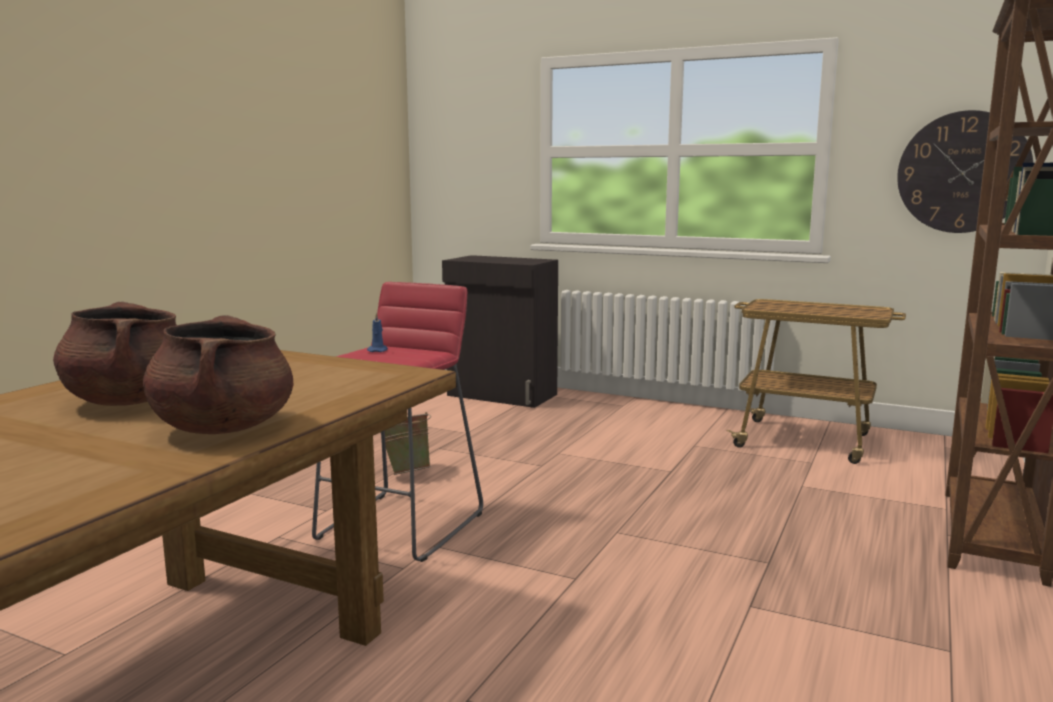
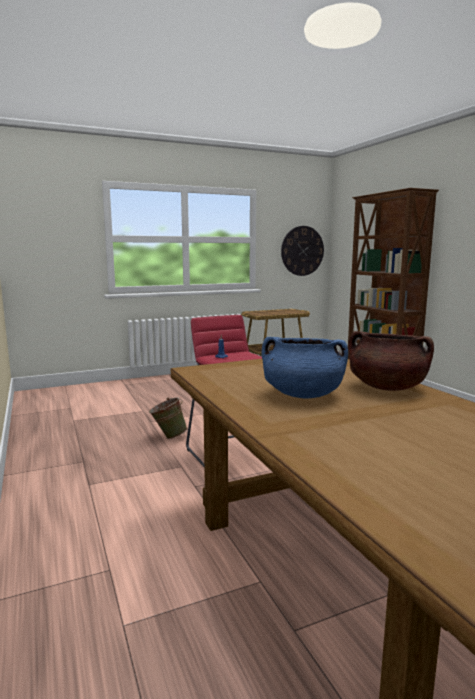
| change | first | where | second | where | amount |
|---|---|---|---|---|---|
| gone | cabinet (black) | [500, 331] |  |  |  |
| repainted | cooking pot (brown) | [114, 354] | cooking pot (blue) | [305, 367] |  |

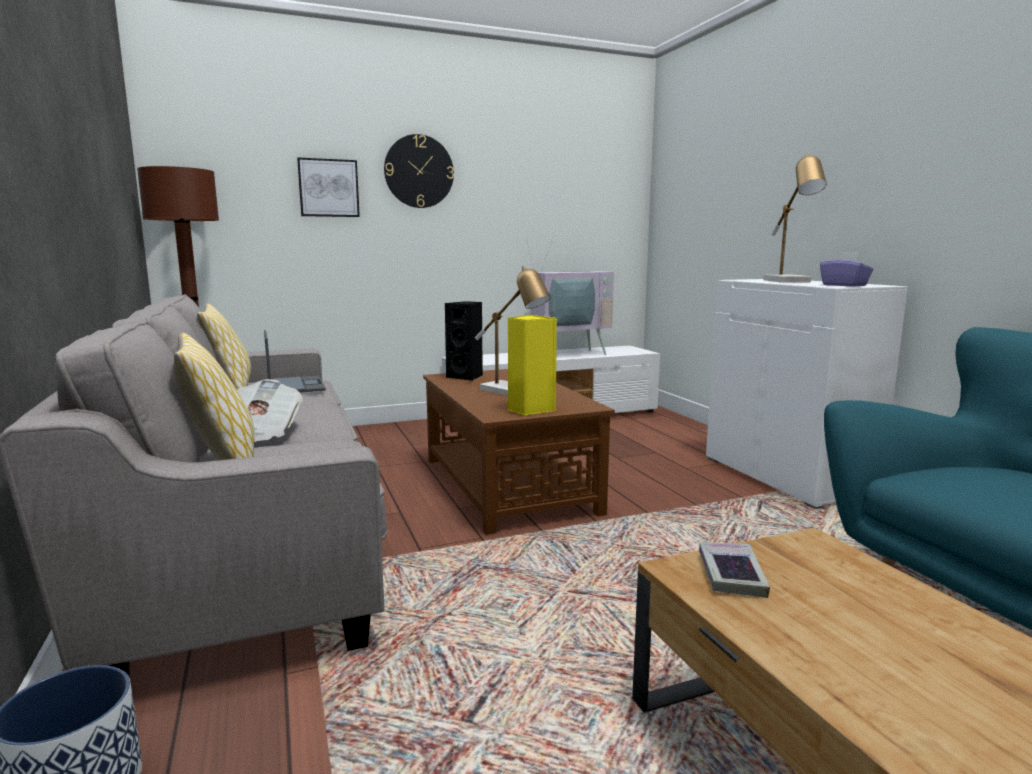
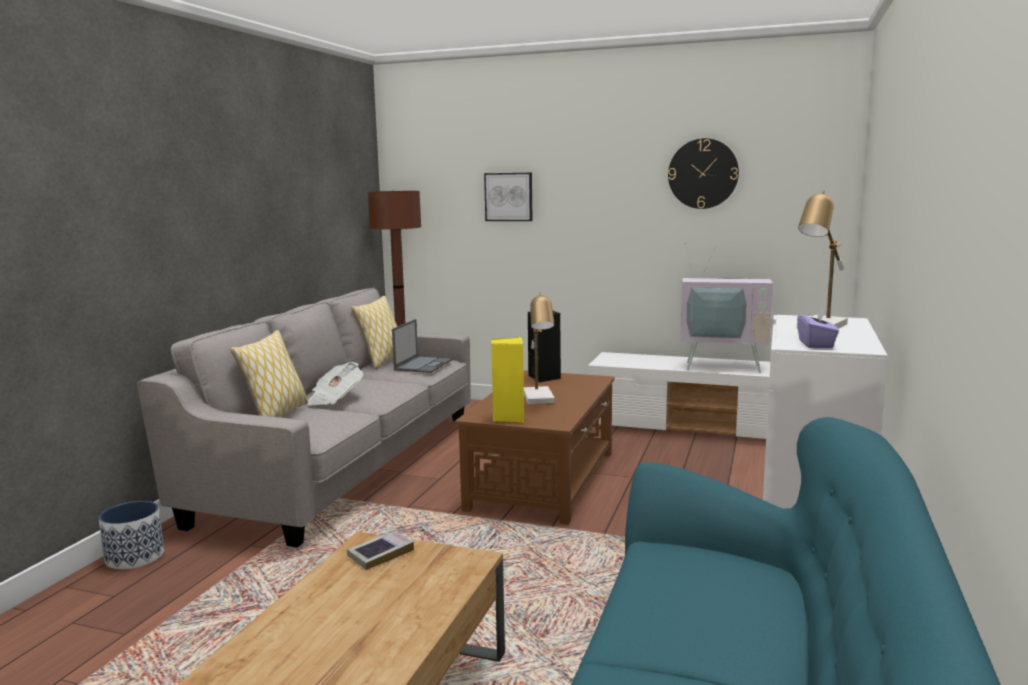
| change | first | where | second | where | amount |
|---|---|---|---|---|---|
| shifted | wall clock | [419, 171] |  | [703, 173] |  |

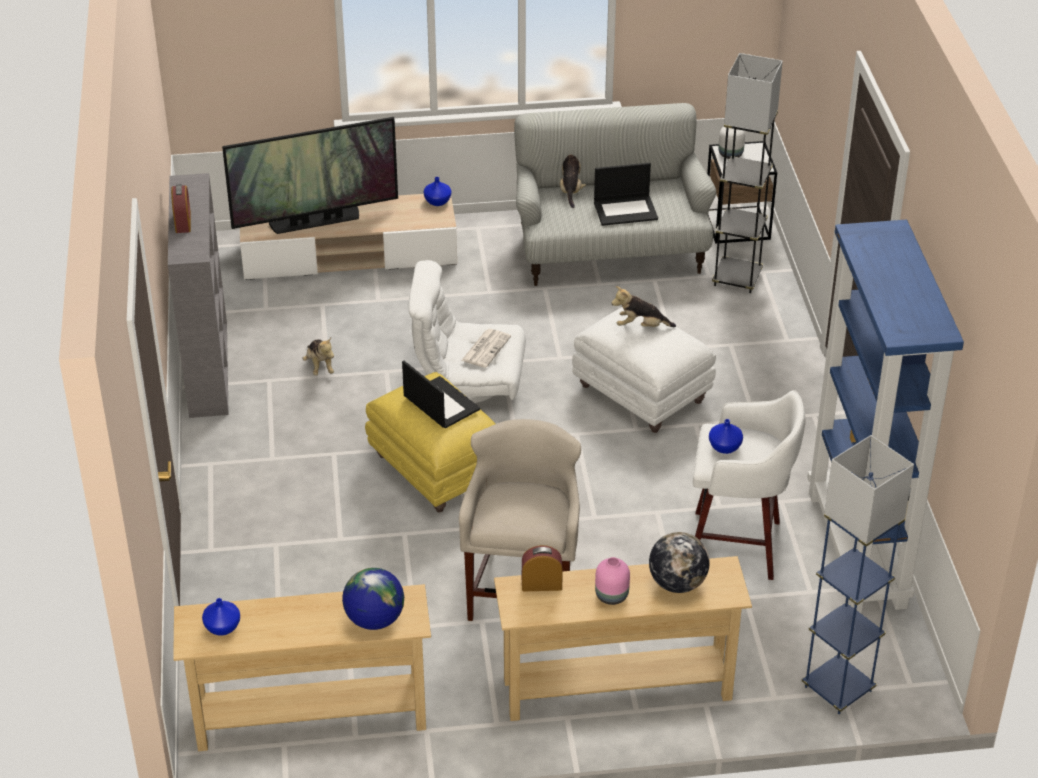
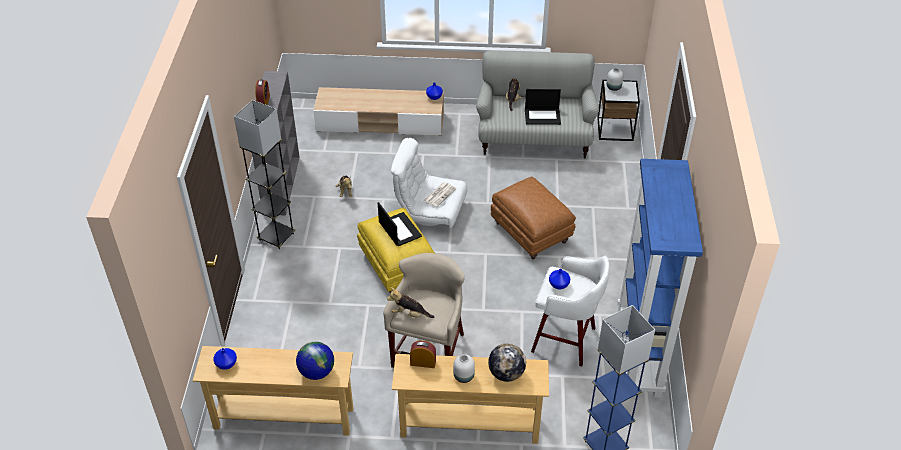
| change | first | where | second | where | amount |
|---|---|---|---|---|---|
| gone | television | [310, 175] |  |  |  |
| shifted | plush toy | [643, 306] |  | [411, 302] |  |
| shifted | floor lamp (grey) | [747, 173] |  | [264, 174] |  |
| repainted | ottoman (white) | [644, 370] | ottoman (brown) | [533, 218] |  |
| repainted | vase (pink) | [612, 581] | vase (white) | [464, 368] |  |

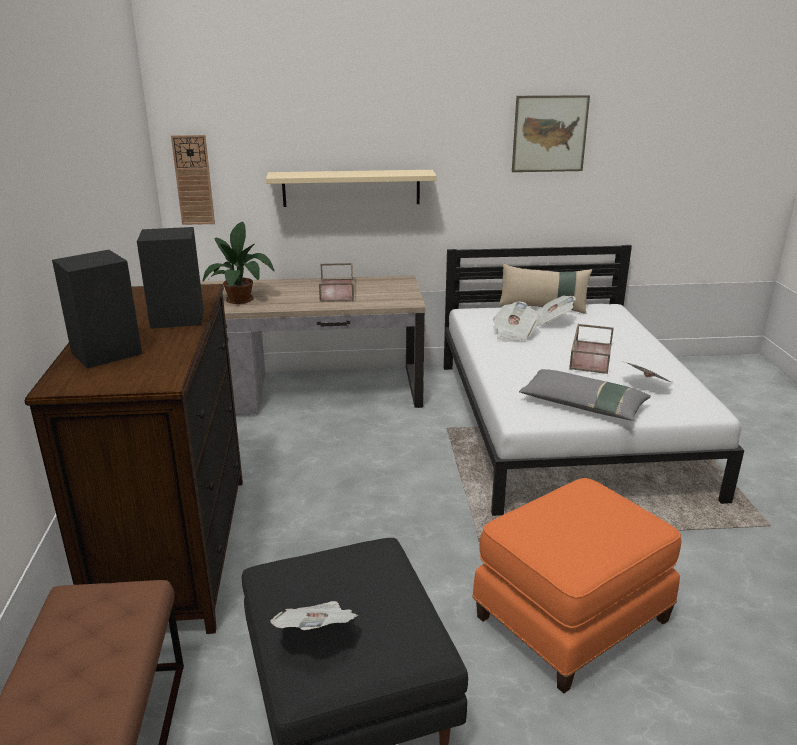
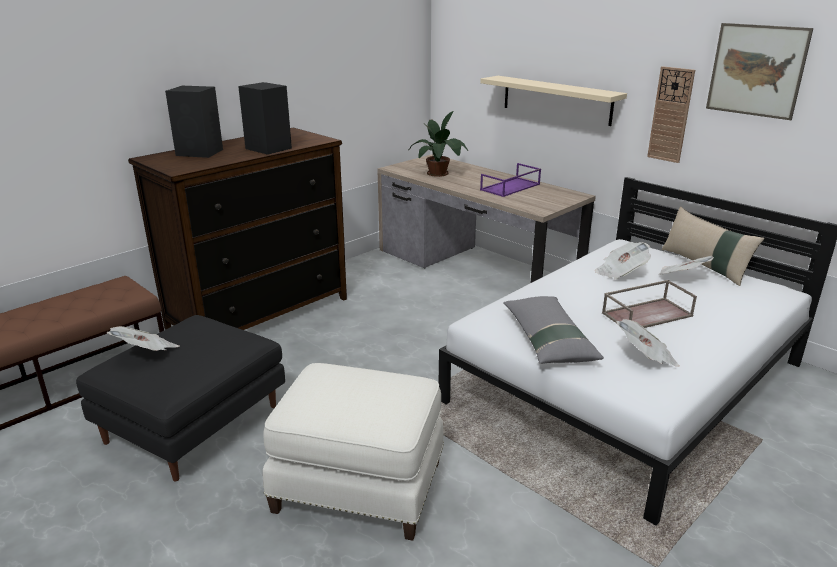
| change | first | where | second | where | amount |
|---|---|---|---|---|---|
| shifted | wall clock | [193, 180] |  | [671, 114] |  |
| repainted | tray (brown) | [336, 282] | tray (purple) | [510, 180] |  |
| repainted | ottoman (orange) | [576, 586] | ottoman (white) | [353, 452] |  |

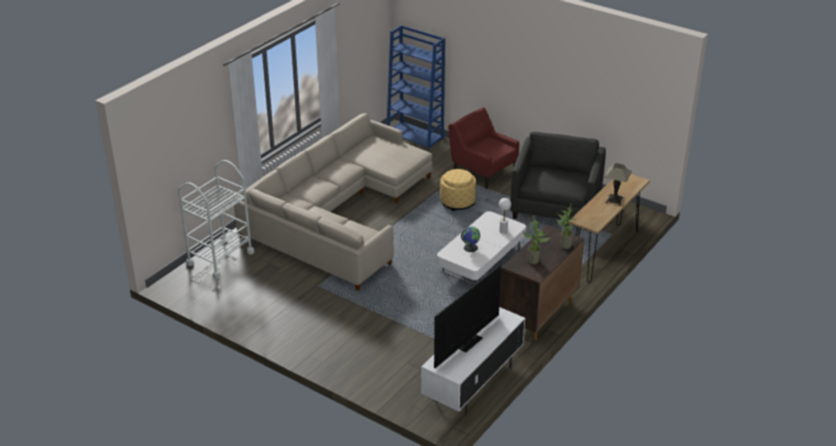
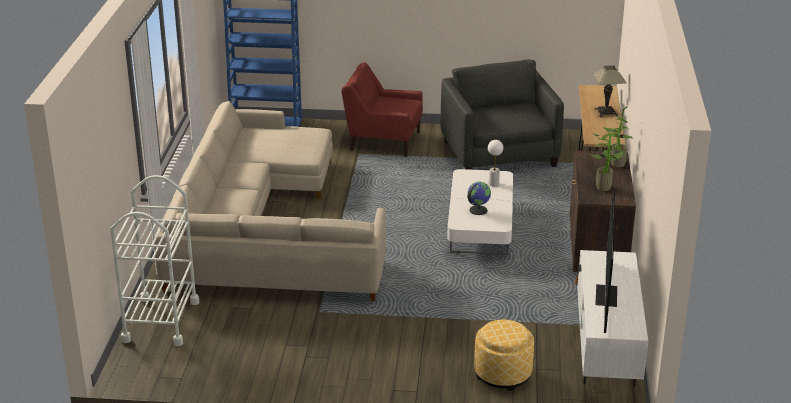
| change | first | where | second | where | amount |
|---|---|---|---|---|---|
| shifted | ottoman | [458, 190] |  | [504, 355] |  |

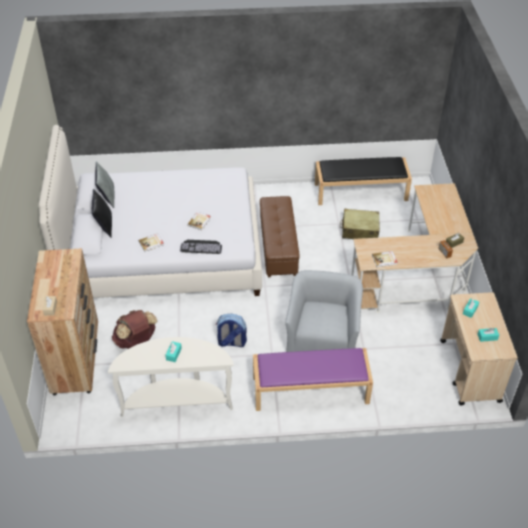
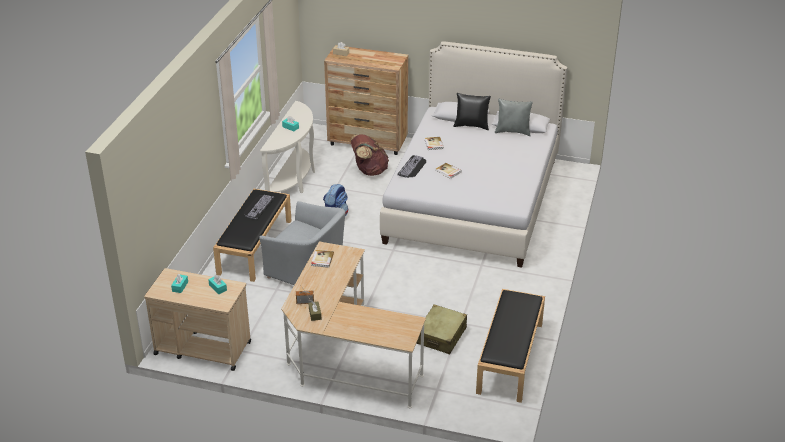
| change | first | where | second | where | amount |
|---|---|---|---|---|---|
| gone | ottoman (brown) | [280, 236] |  |  |  |
| new |  |  | keyboard | [259, 207] |  |
| repainted | bench (purple) | [313, 379] | bench (black) | [252, 235] |  |

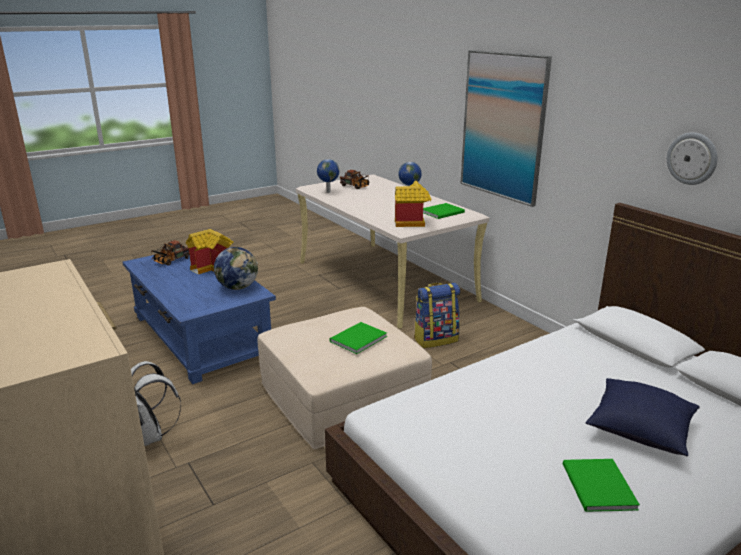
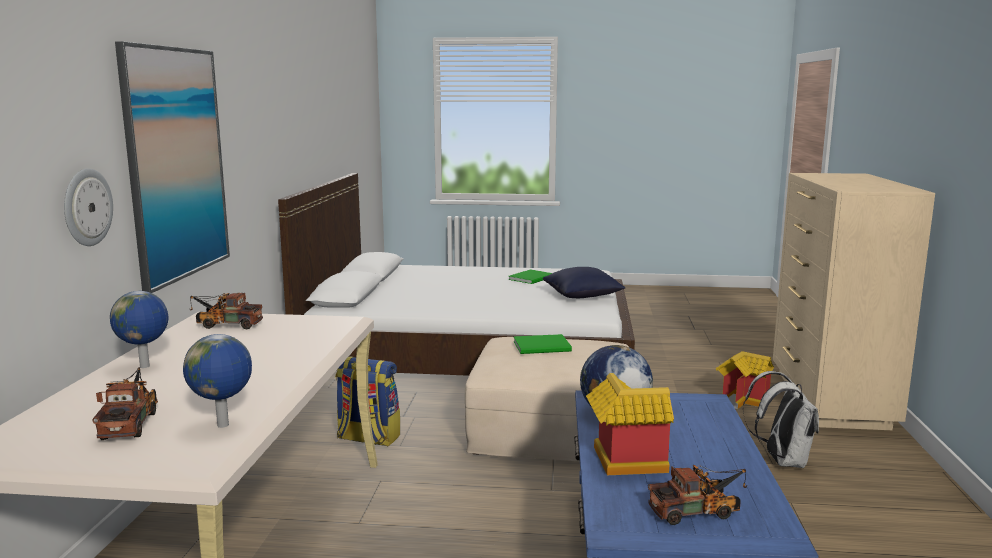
| change | first | where | second | where | amount |
|---|---|---|---|---|---|
| shifted | toy house | [413, 204] |  | [745, 380] |  |
| shifted | pillow (blue) | [643, 417] |  | [584, 282] |  |
| shifted | wall clock | [692, 158] |  | [88, 207] |  |
| swapped | book (green) | [444, 211] | toy truck | [226, 311] |  |

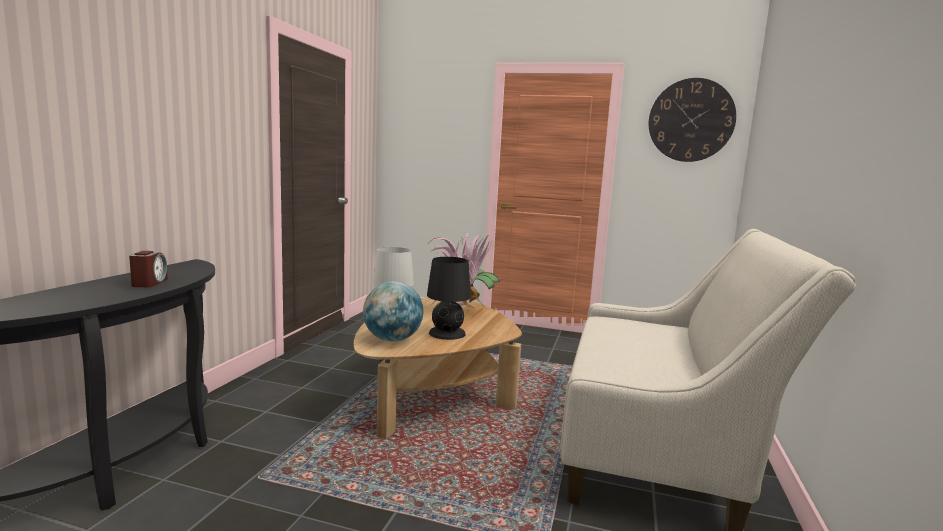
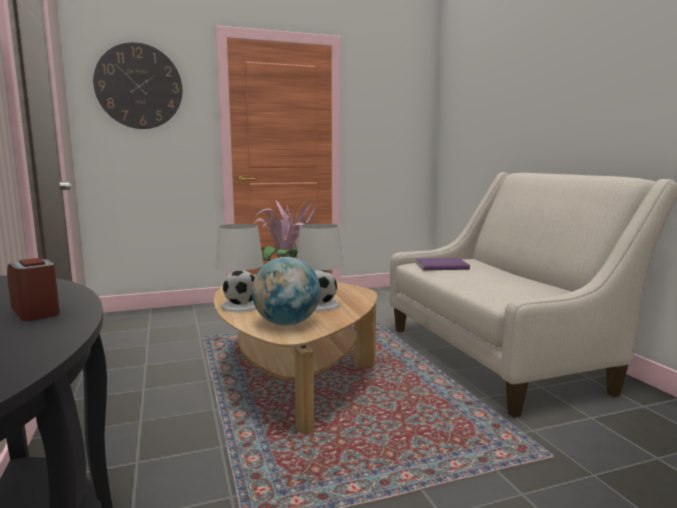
| change | first | where | second | where | amount |
|---|---|---|---|---|---|
| new |  |  | book (purple) | [442, 264] |  |
| shifted | wall clock | [692, 120] |  | [137, 85] |  |
| repainted | table lamp (black) | [449, 298] | table lamp (white) | [320, 267] |  |

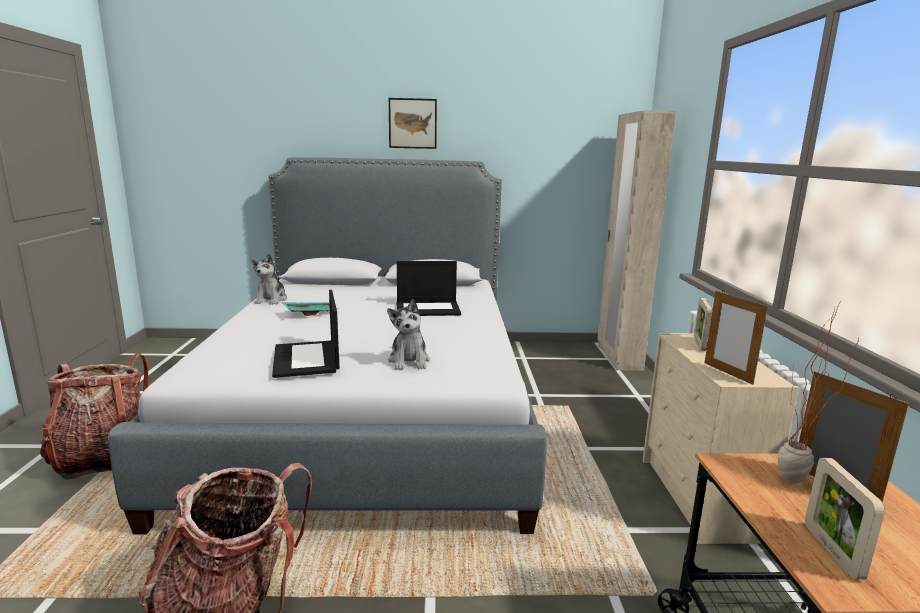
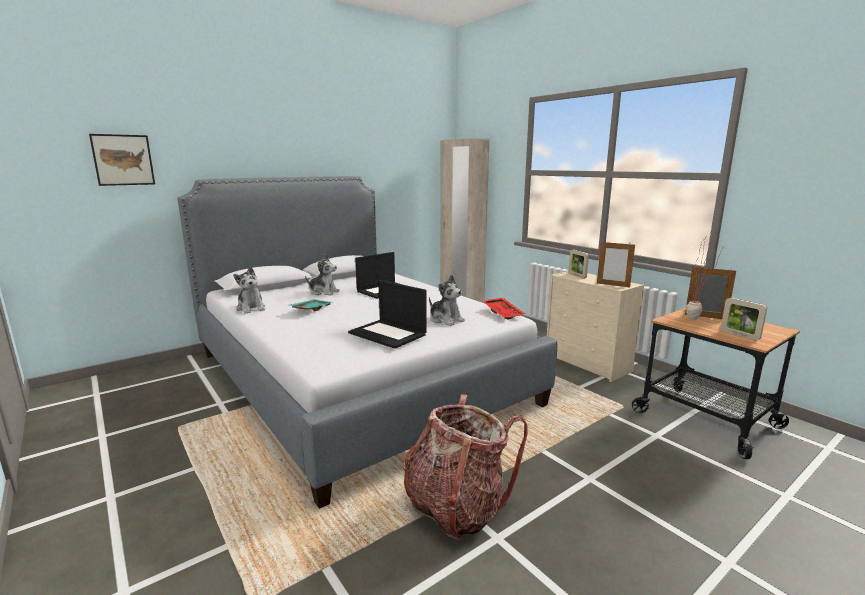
| change | first | where | second | where | amount |
|---|---|---|---|---|---|
| gone | backpack | [94, 416] |  |  |  |
| new |  |  | plush toy | [322, 274] |  |
| new |  |  | tray (red) | [504, 309] |  |
| shifted | picture | [413, 123] |  | [122, 160] |  |

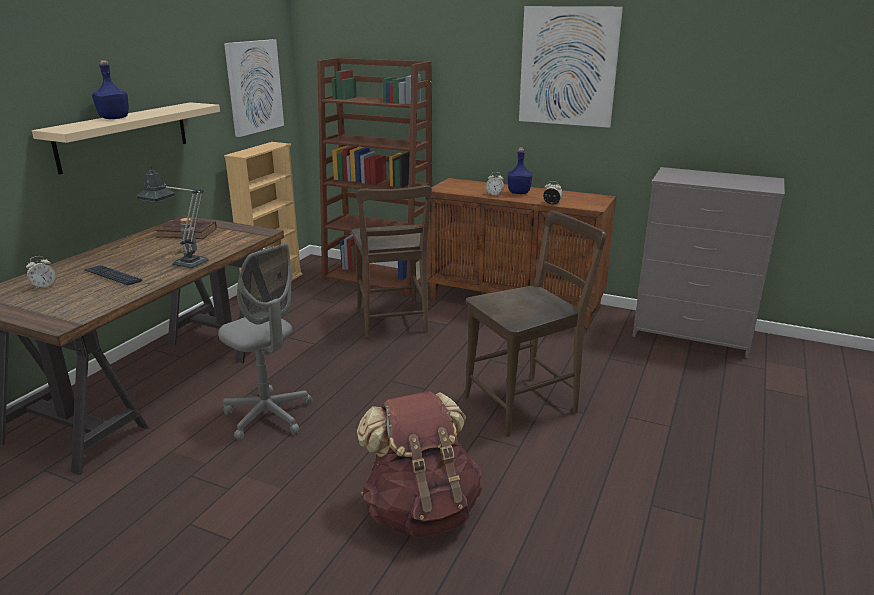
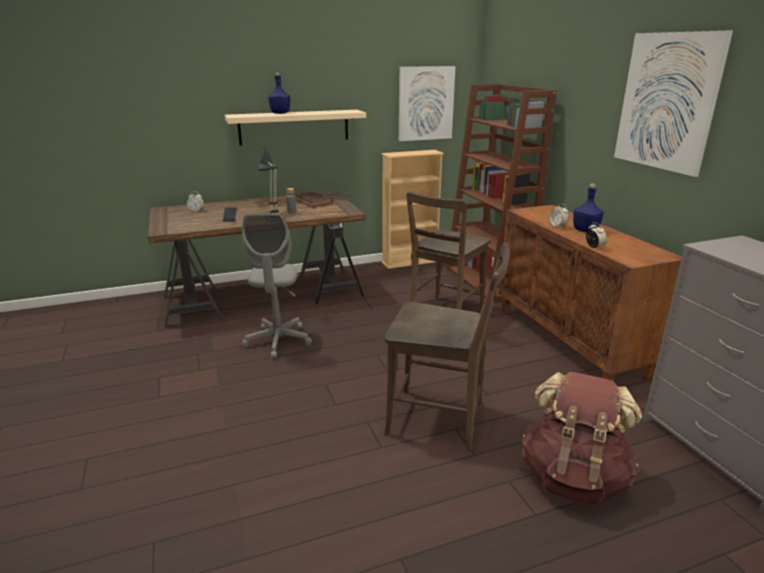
| change | first | where | second | where | amount |
|---|---|---|---|---|---|
| shifted | backpack (brown) | [419, 465] |  | [581, 438] |  |

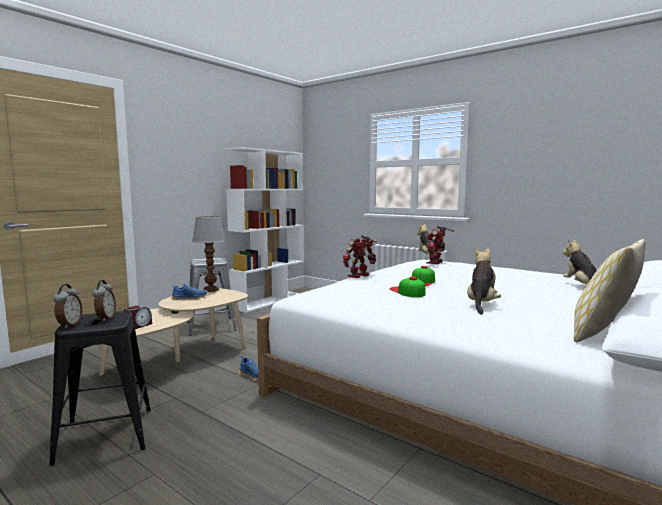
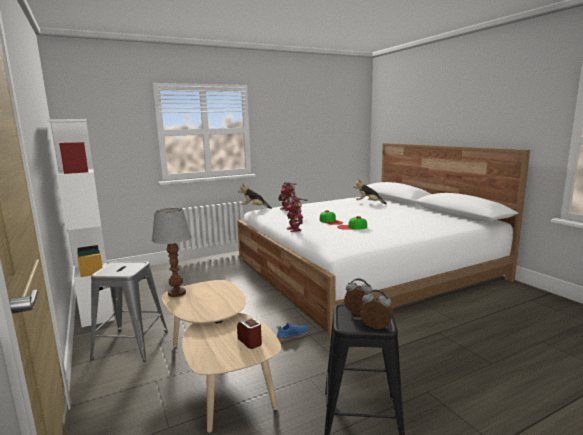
| change | first | where | second | where | amount |
|---|---|---|---|---|---|
| gone | shoe (blue) | [189, 291] |  |  |  |
| gone | plush toy | [484, 281] |  |  |  |
| gone | pillow | [610, 290] |  |  |  |

